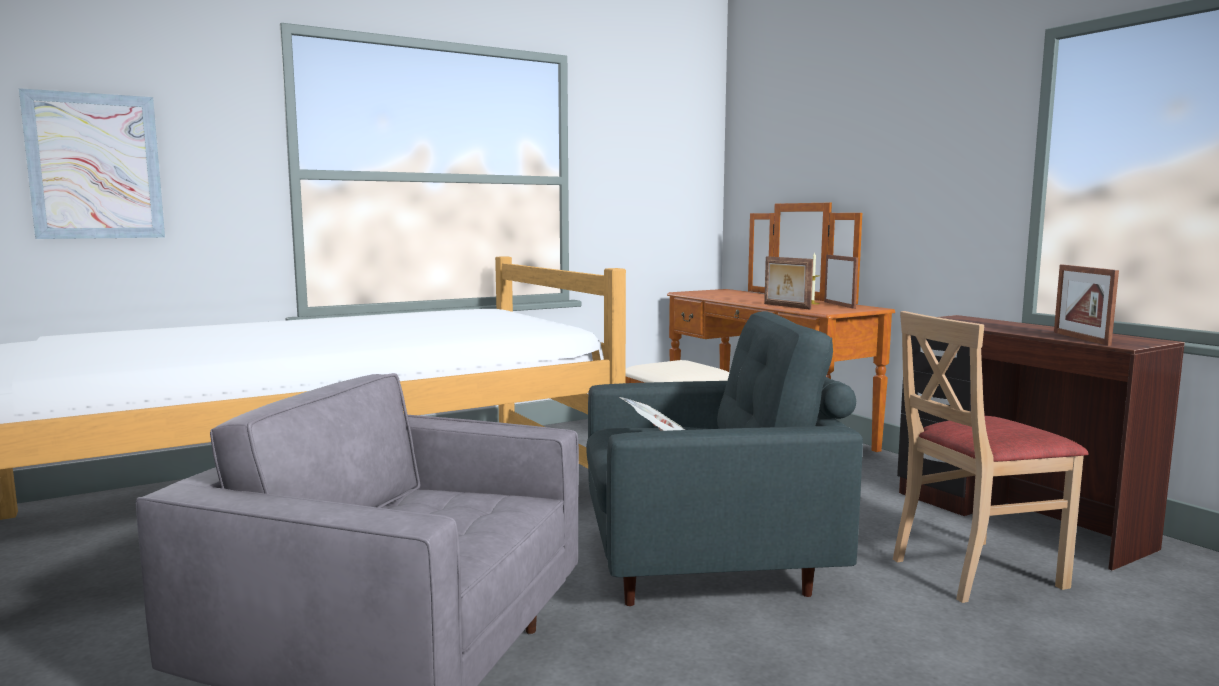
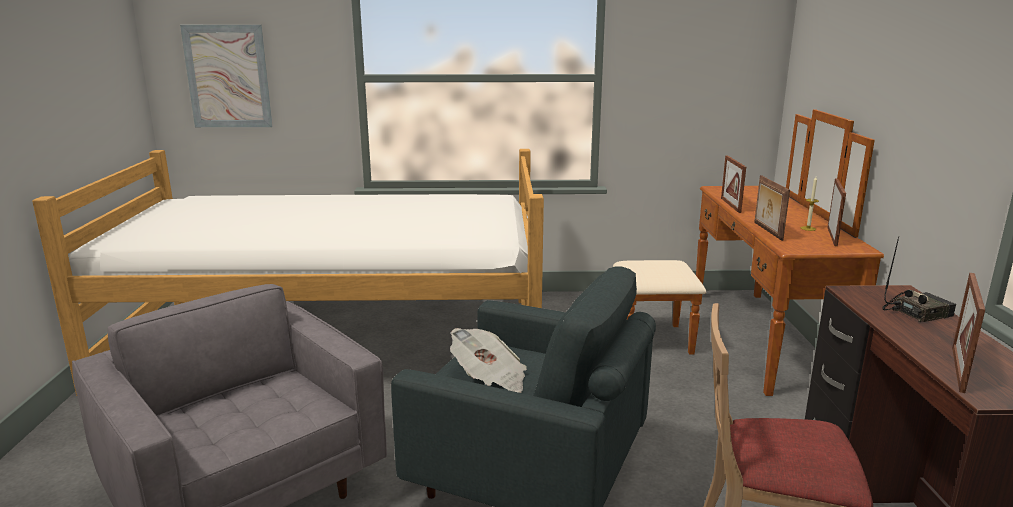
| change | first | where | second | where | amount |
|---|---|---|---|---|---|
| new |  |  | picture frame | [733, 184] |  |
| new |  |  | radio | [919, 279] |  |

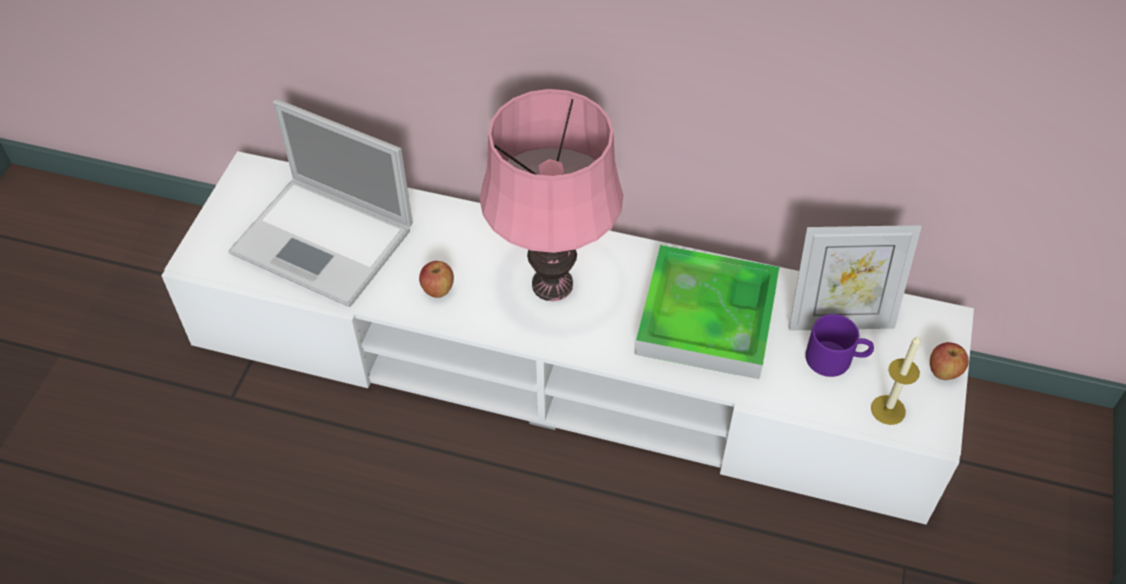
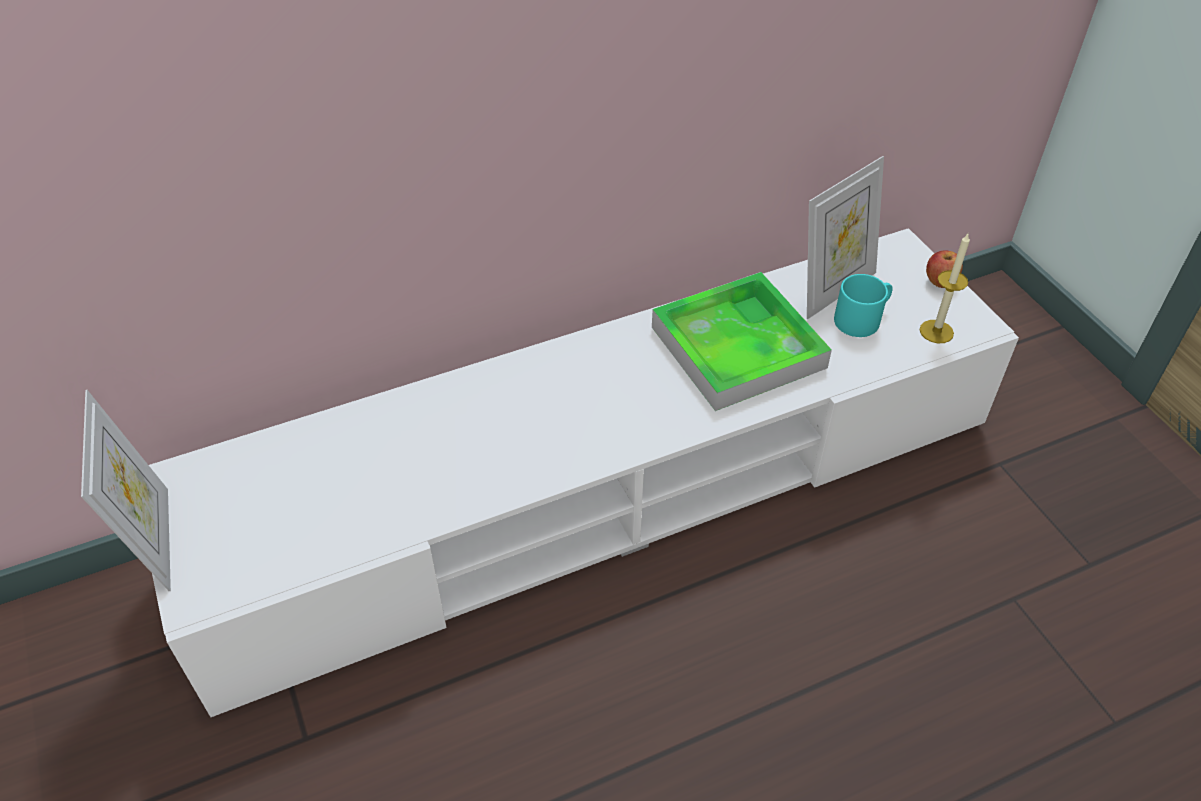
| change | first | where | second | where | amount |
|---|---|---|---|---|---|
| gone | laptop | [320, 203] |  |  |  |
| gone | apple | [436, 279] |  |  |  |
| gone | table lamp (pink) | [551, 195] |  |  |  |
| new |  |  | picture frame | [126, 490] |  |
| repainted | mug (purple) | [839, 345] | mug (turquoise) | [863, 305] |  |

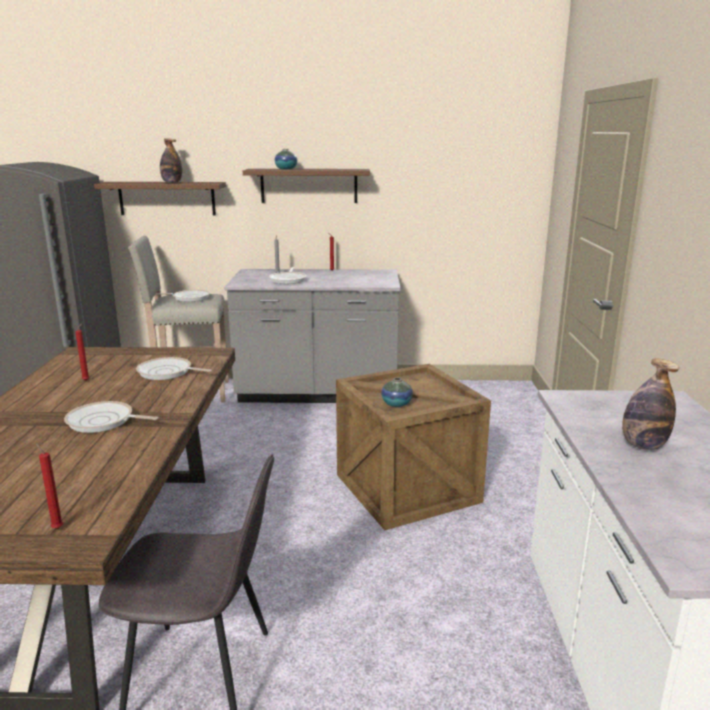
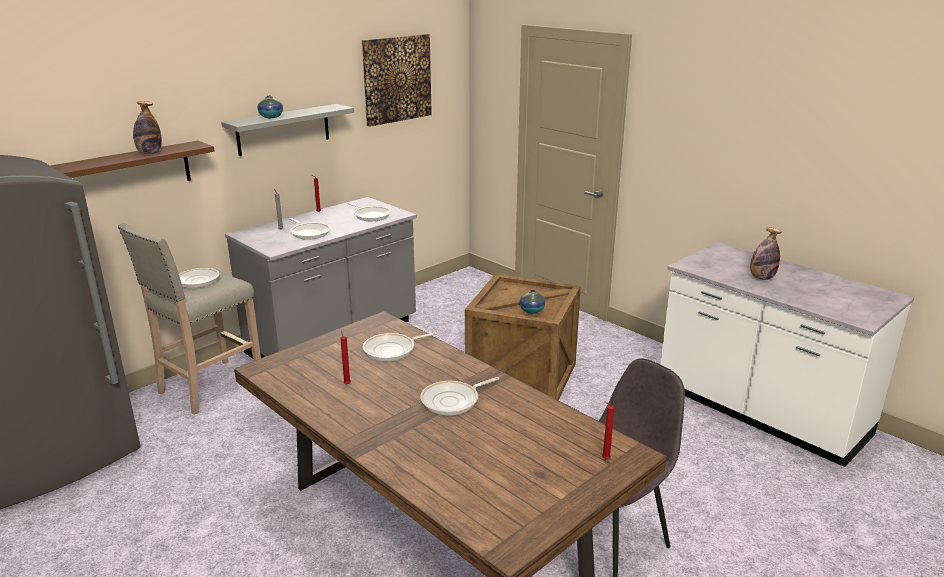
| change | first | where | second | where | amount |
|---|---|---|---|---|---|
| new |  |  | frying pan | [369, 212] |  |
| new |  |  | picture | [397, 80] |  |
| repainted | shelf (brown) | [306, 186] | shelf (grey) | [287, 130] |  |

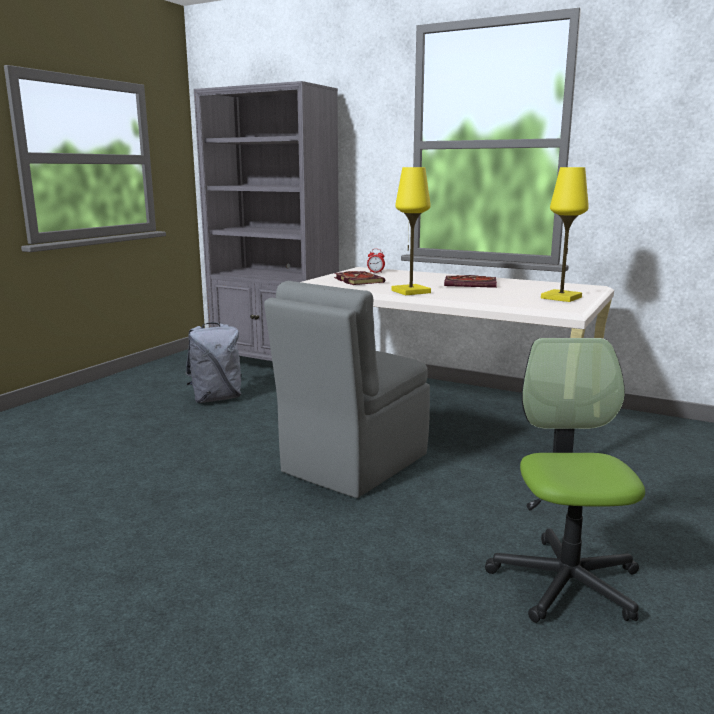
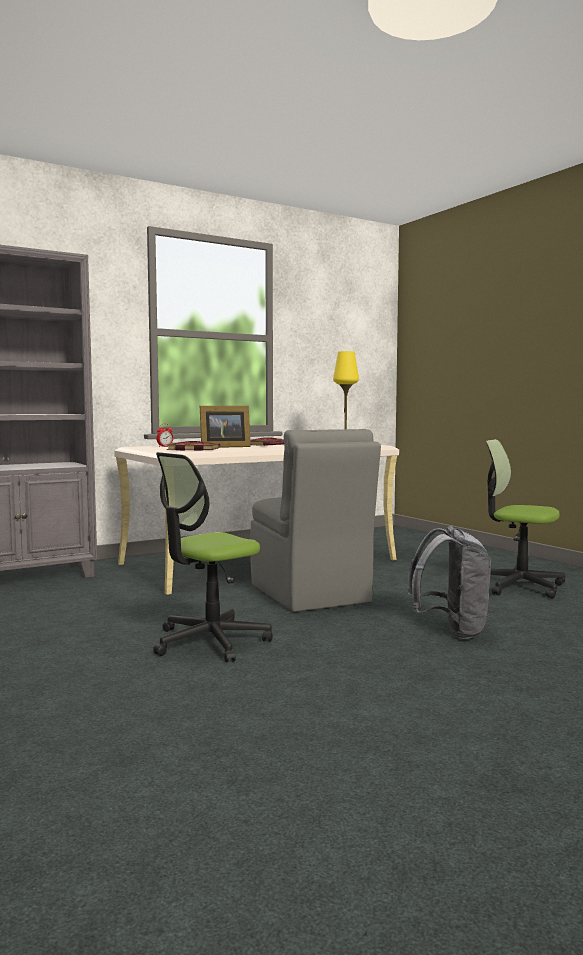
| change | first | where | second | where | amount |
|---|---|---|---|---|---|
| gone | table lamp (yellow) | [411, 231] |  |  |  |
| new |  |  | office chair | [213, 557] |  |
| new |  |  | picture frame | [225, 427] |  |
| shifted | backpack (grey) | [213, 362] |  | [449, 582] |  |

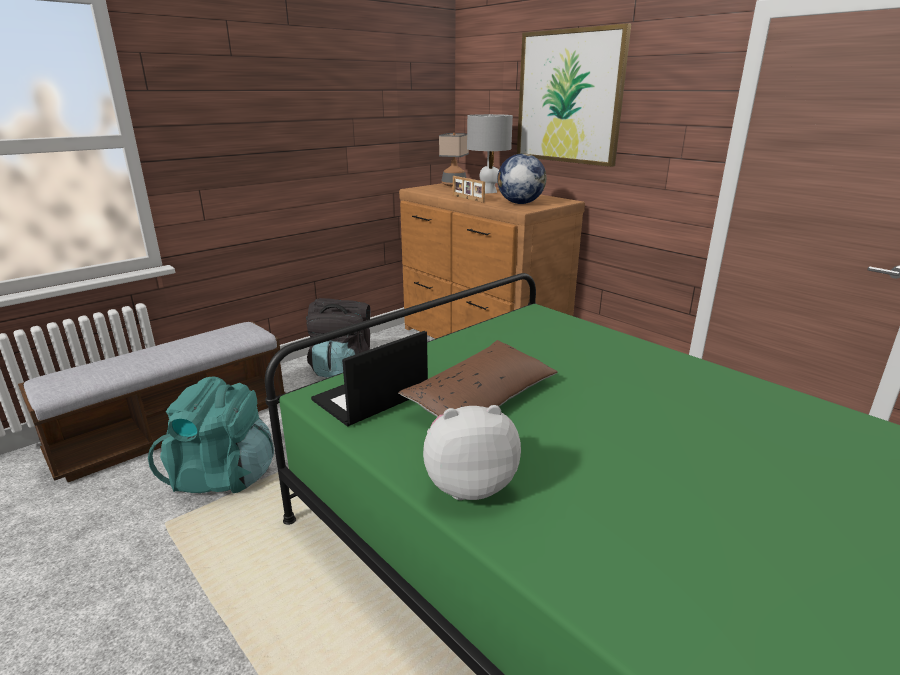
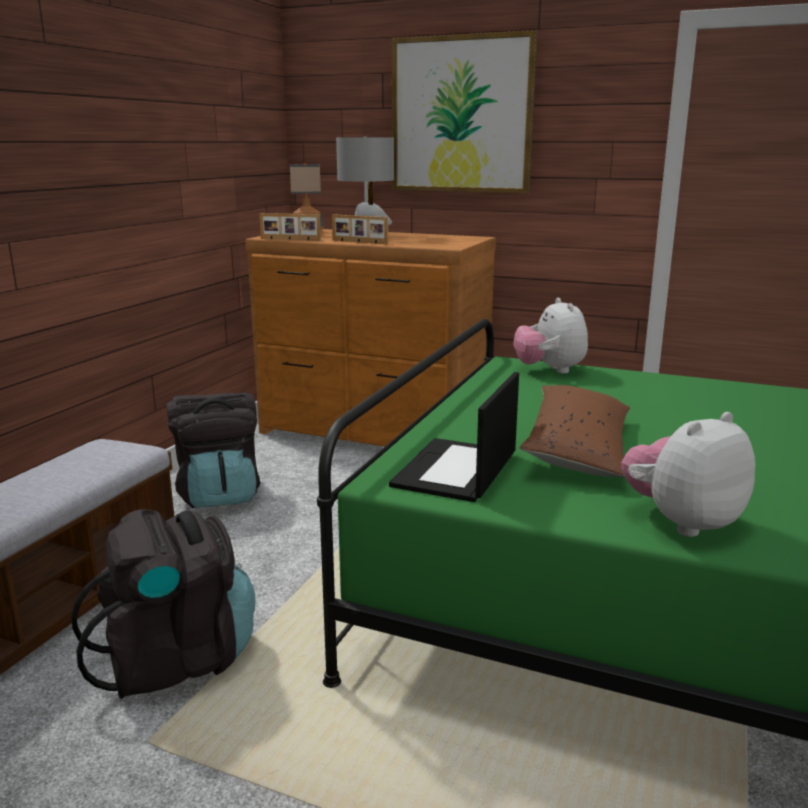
| change | first | where | second | where | amount |
|---|---|---|---|---|---|
| gone | globe | [521, 178] |  |  |  |
| new |  |  | picture frame | [290, 226] |  |
| new |  |  | plush toy | [550, 336] |  |
| repainted | backpack (turquoise) | [211, 434] | backpack (black) | [163, 604] |  |

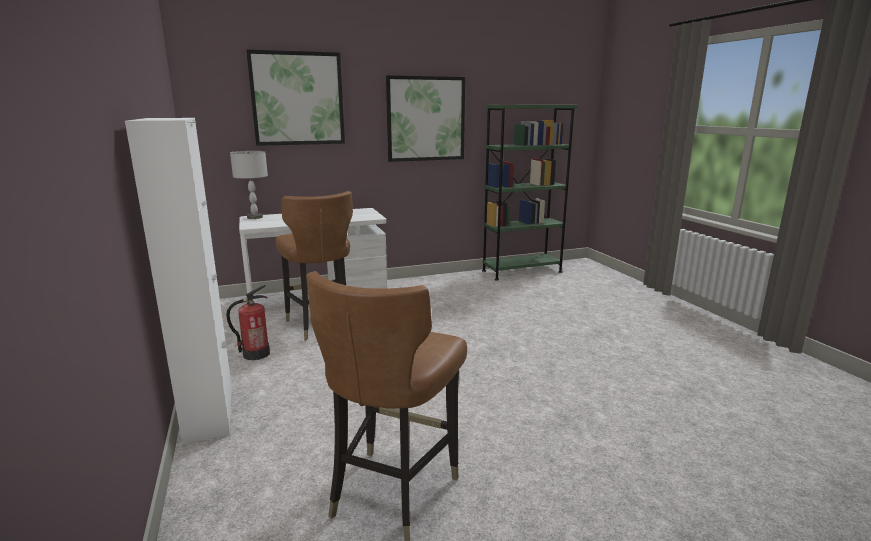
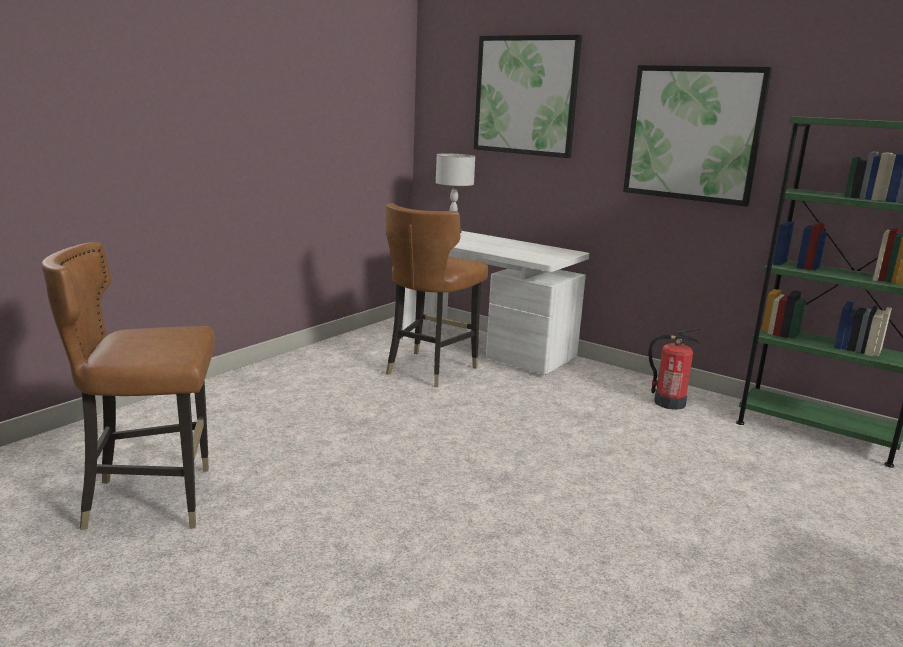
| change | first | where | second | where | amount |
|---|---|---|---|---|---|
| gone | cabinet (white) | [178, 281] |  |  |  |
| shifted | fire extinguisher | [248, 322] |  | [675, 369] |  |

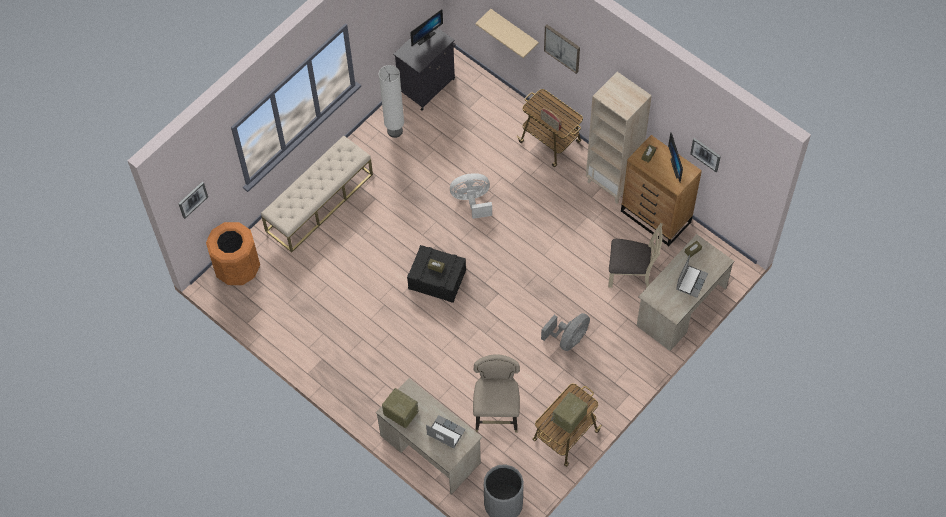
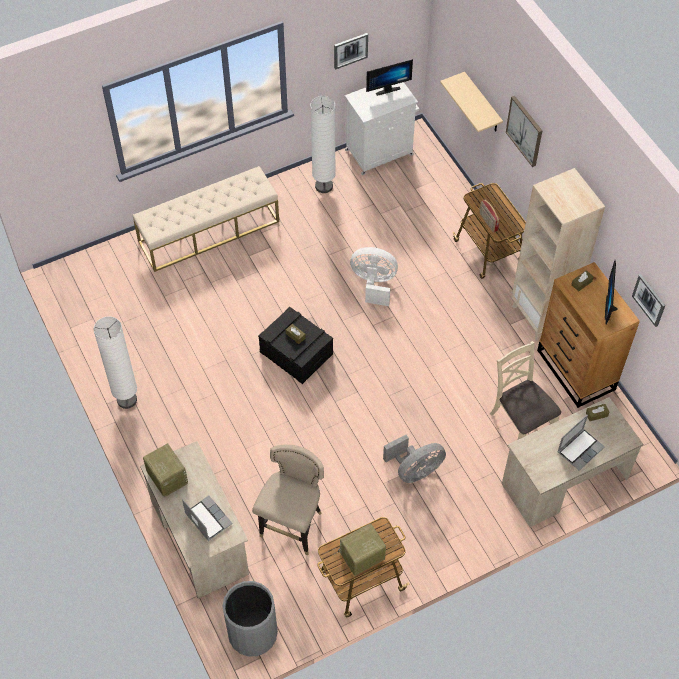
| change | first | where | second | where | amount |
|---|---|---|---|---|---|
| gone | trash can (orange) | [233, 253] |  |  |  |
| new |  |  | floor lamp (white) | [115, 362] |  |
| shifted | picture | [193, 200] |  | [351, 51] |  |
| repainted | cabinet (black) | [424, 69] | cabinet (white) | [382, 128] |  |
| rotated | chair (beige) | [635, 255] |  | [525, 390] | 150 degrees counterclockwise |

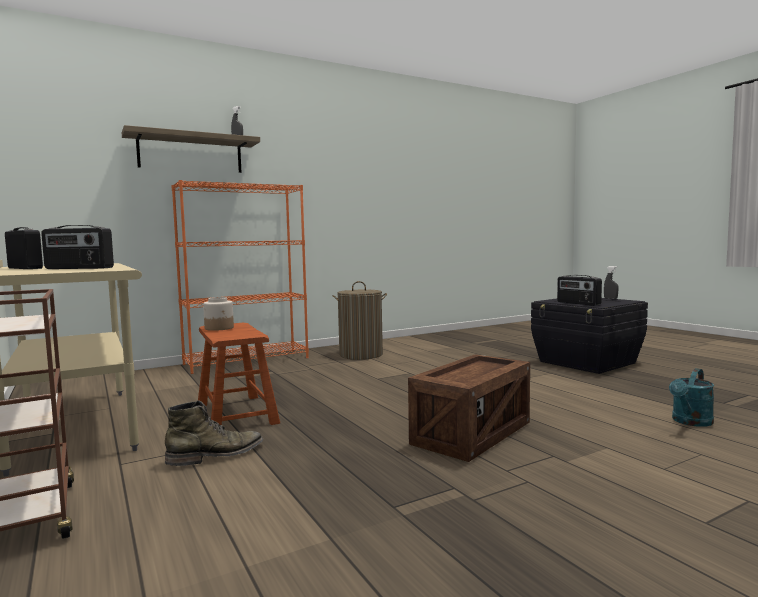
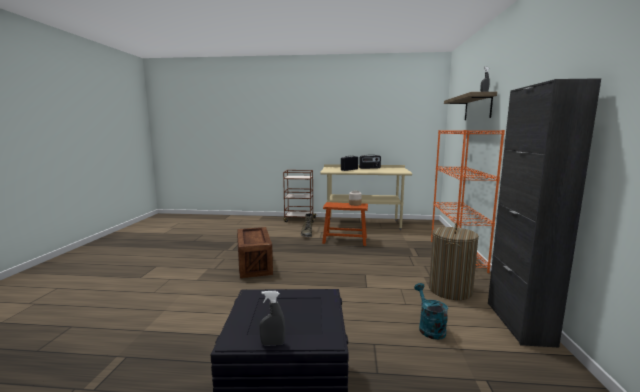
| change | first | where | second | where | amount |
|---|---|---|---|---|---|
| gone | radio | [579, 290] |  |  |  |
| new |  |  | cabinet (black) | [544, 212] |  |
| shifted | watering can (turquoise) | [691, 397] |  | [431, 311] |  |

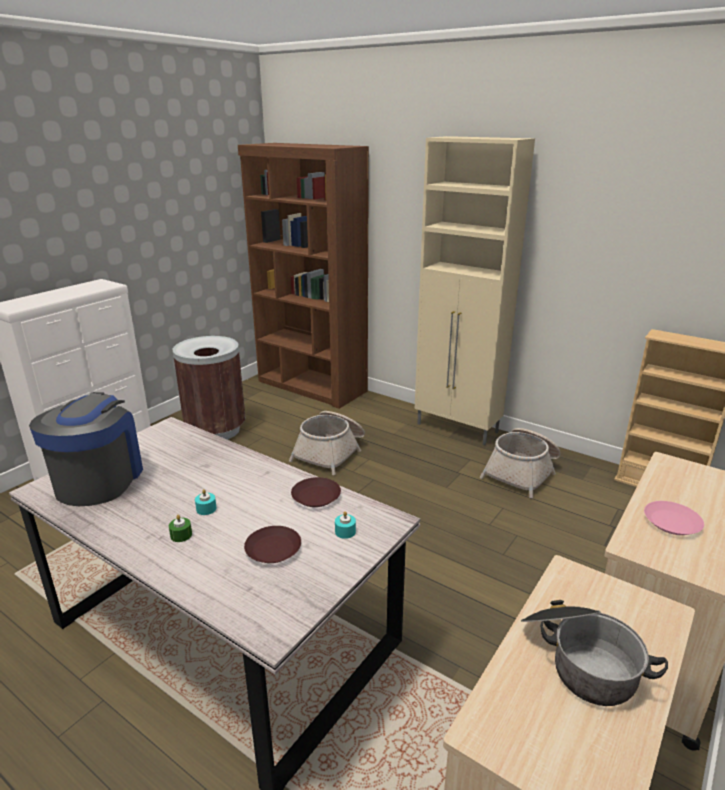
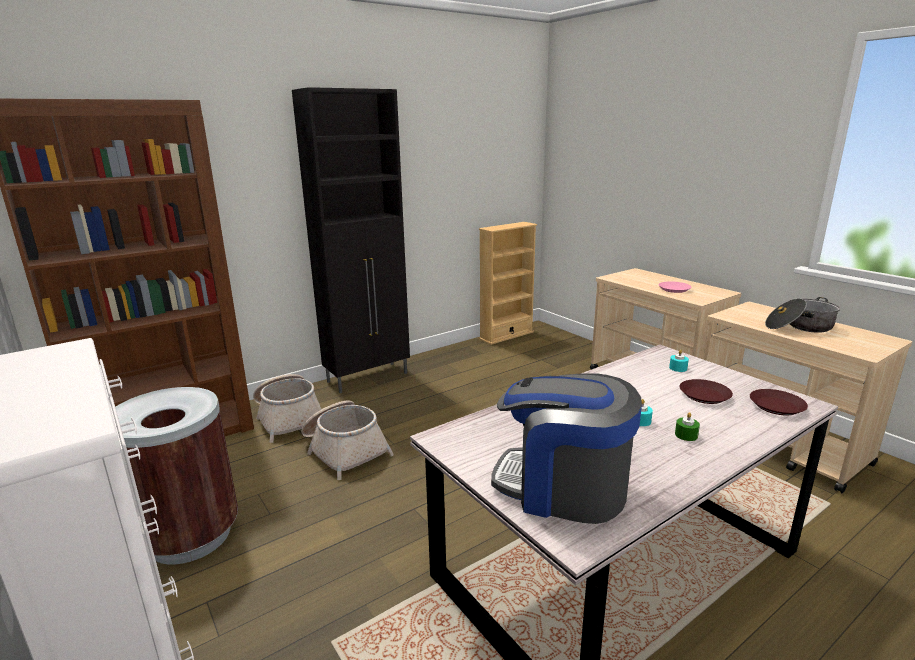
| change | first | where | second | where | amount |
|---|---|---|---|---|---|
| shifted | plate (brown) | [316, 492] |  | [779, 402] |  |
| shifted | basket | [520, 463] |  | [287, 408] |  |
| repainted | cabinet (beige) | [475, 290] | cabinet (black) | [351, 240] |  |

